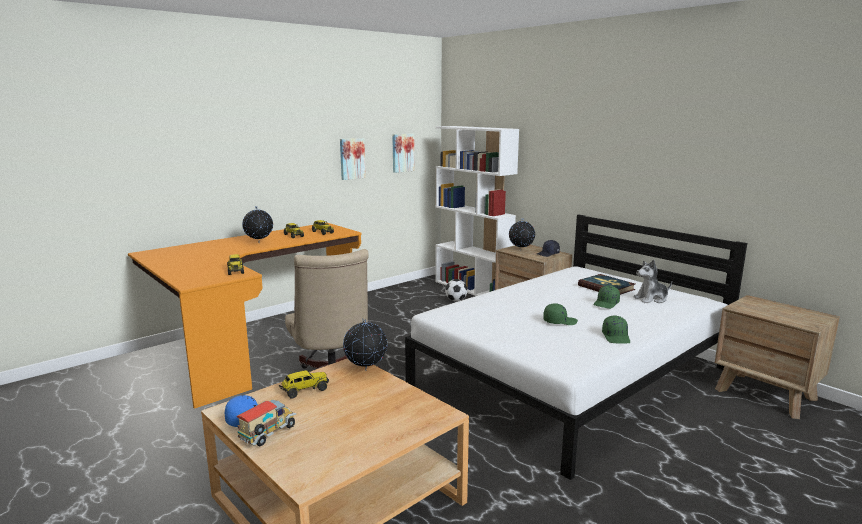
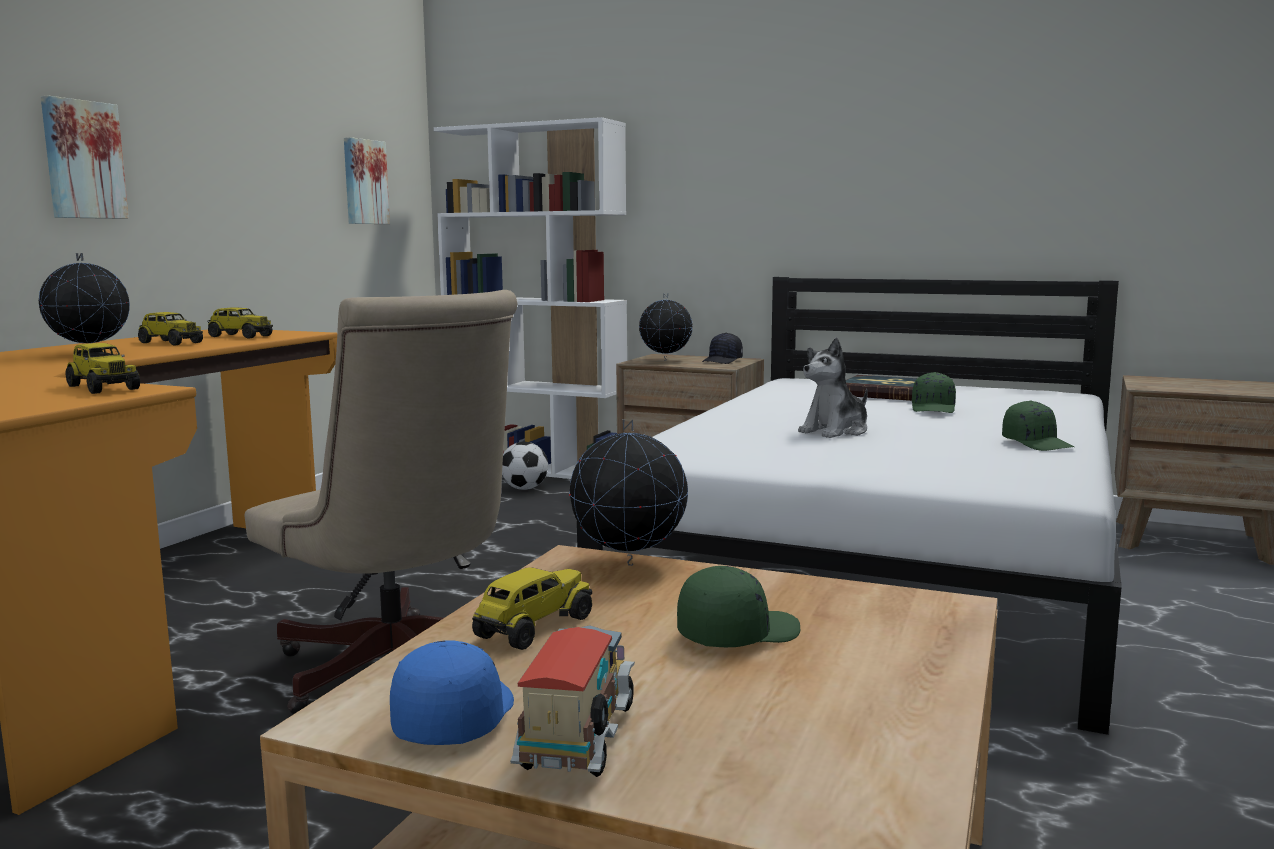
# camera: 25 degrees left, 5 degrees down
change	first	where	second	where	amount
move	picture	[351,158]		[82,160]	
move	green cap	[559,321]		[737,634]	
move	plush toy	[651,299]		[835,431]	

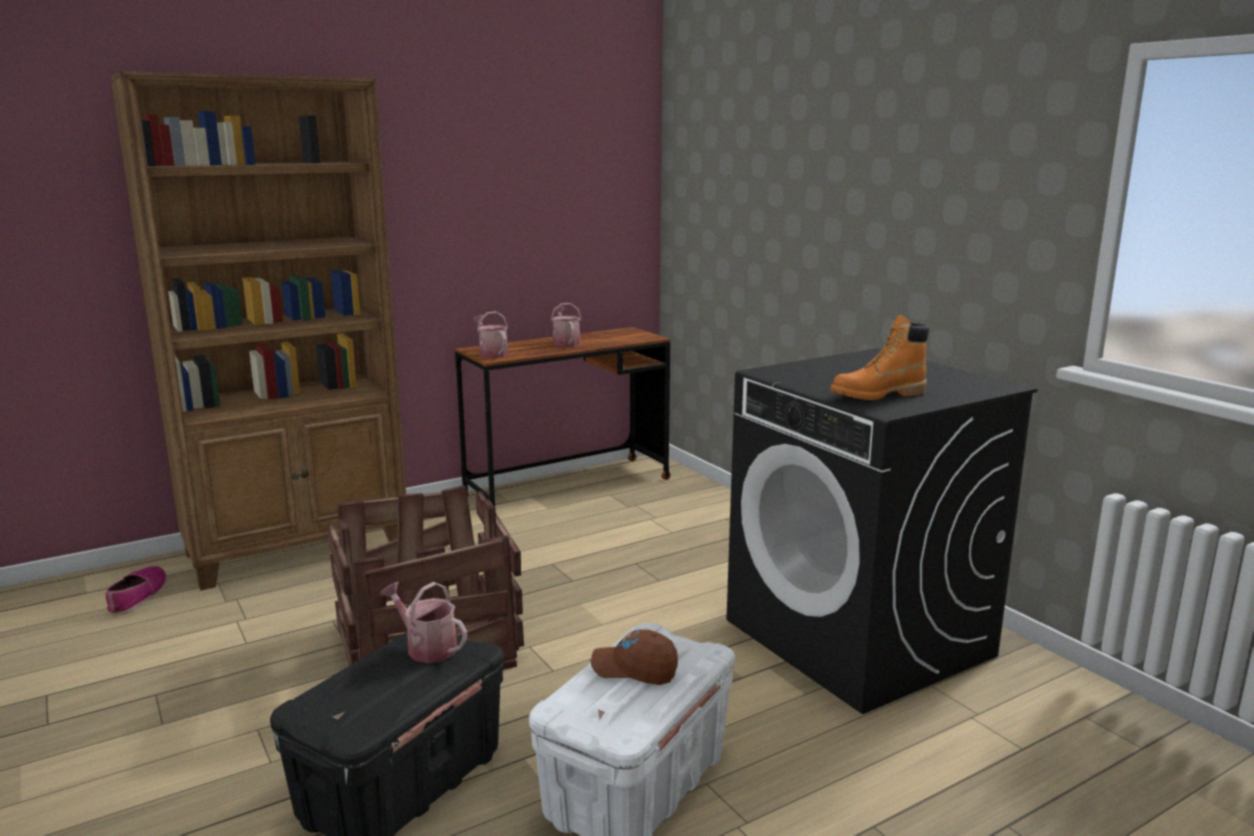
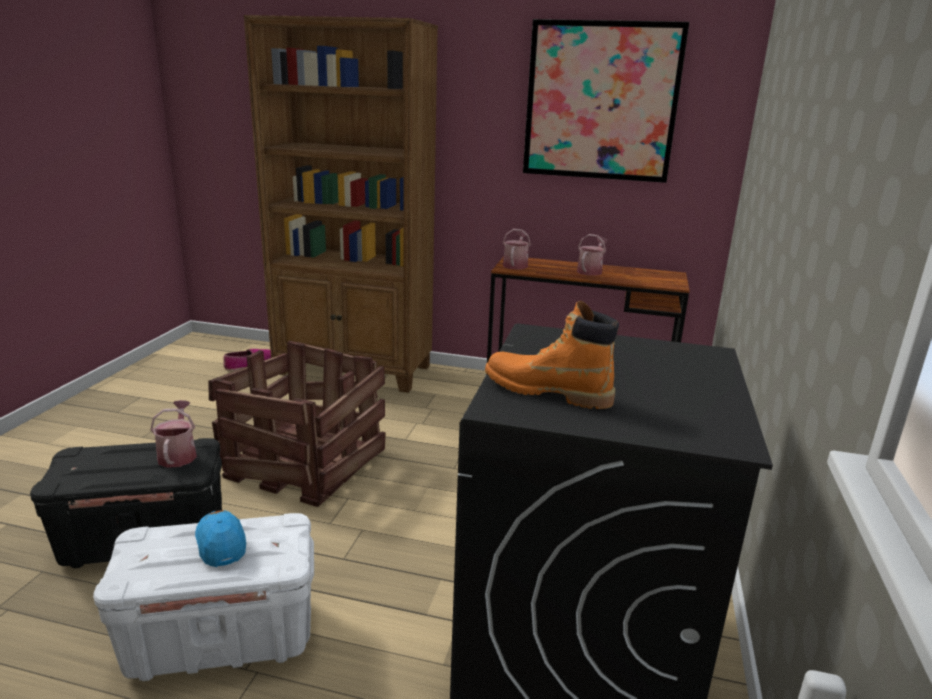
# camera: 45 degrees right, 5 degrees up
change	first	where	second	where	amount
recolor	brown cap	[634,669]	blue cap	[220,543]	
insert			picture	[601,102]	

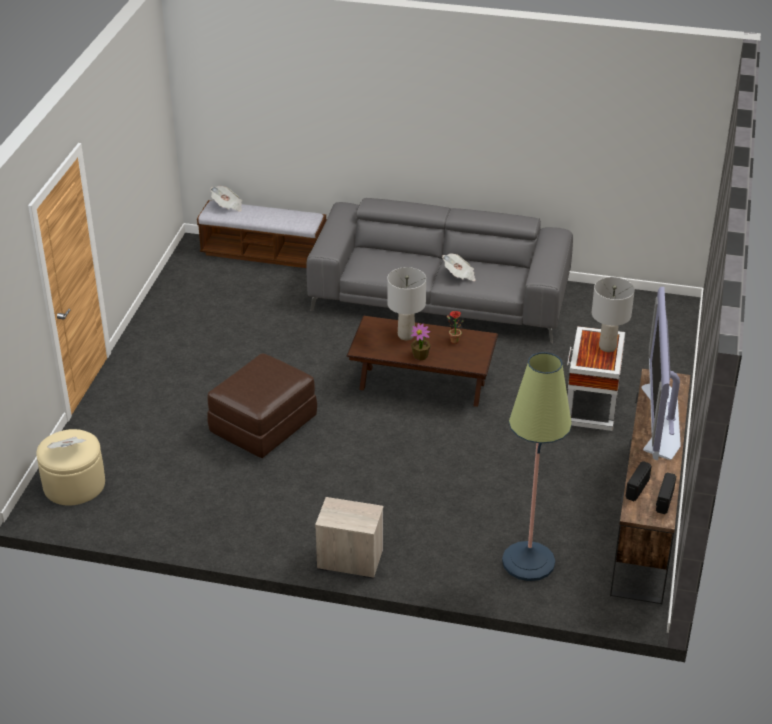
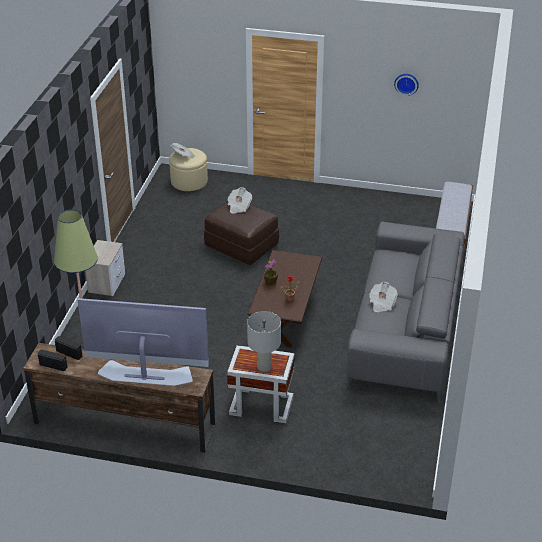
# camera: 90 degrees right, 0 degrees up
change	first	where	second	where	amount
move	newspaper	[227,206]		[239,207]	
delete	grey table lamp	[406,335]			
insert			wall clock	[406,83]	

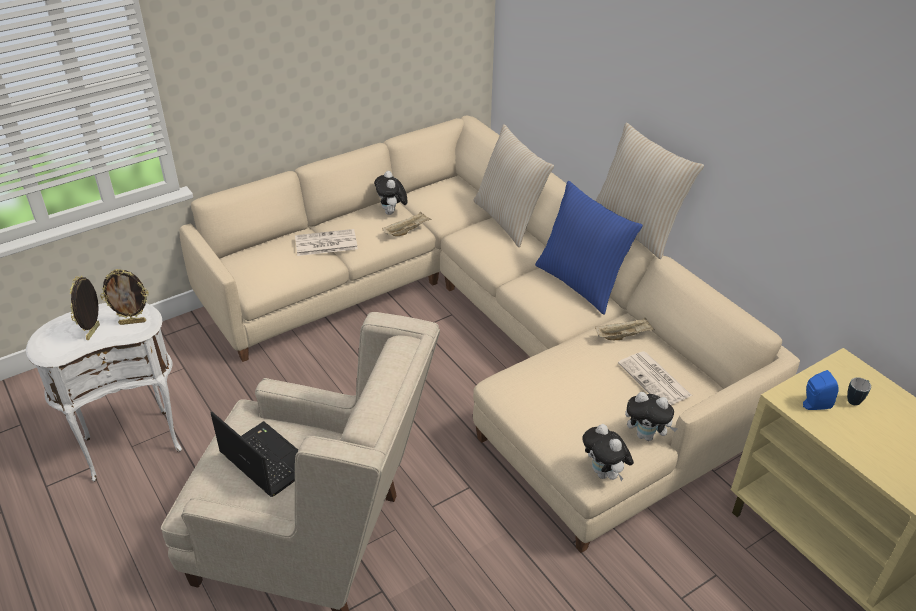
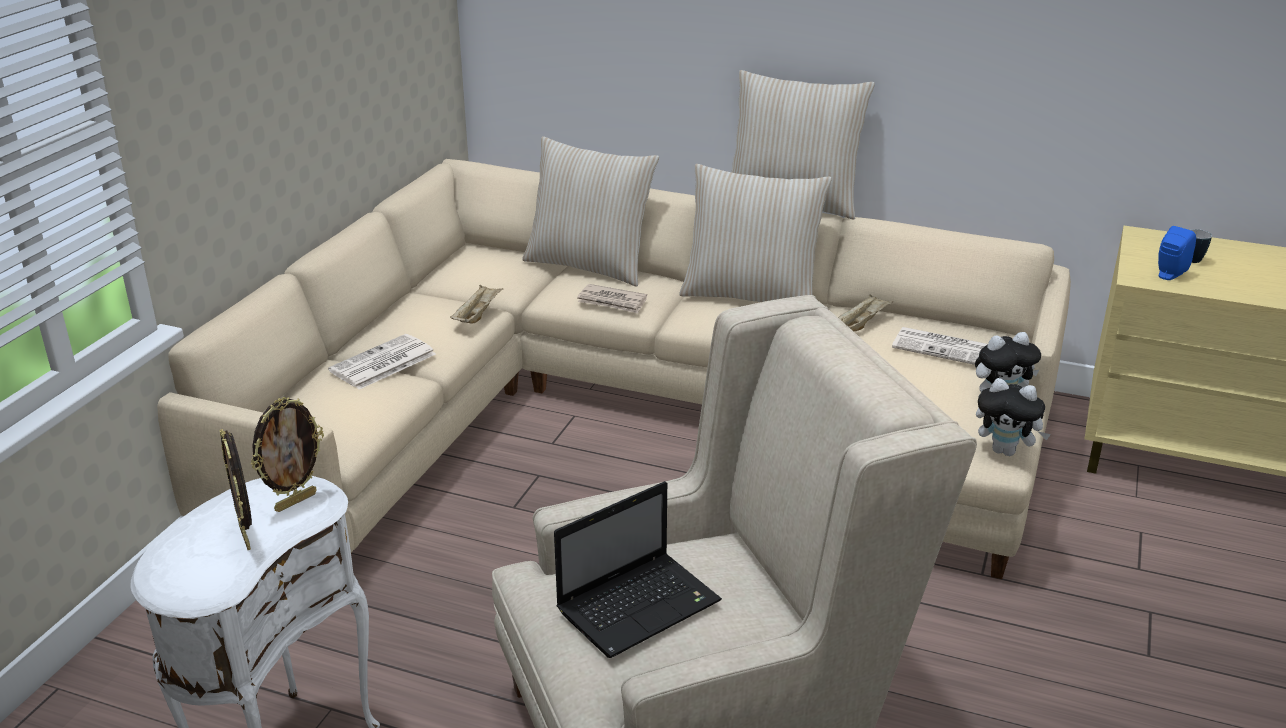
# camera: 35 degrees left, 10 degrees down
change	first	where	second	where	amount
rotate	laptop	[264,459]		[640,605]	135 degrees clockwise
delete	plush toy	[392,212]			
recolor	blue pillow	[581,283]	beige pillow	[751,295]	
insert			newspaper	[612,302]	

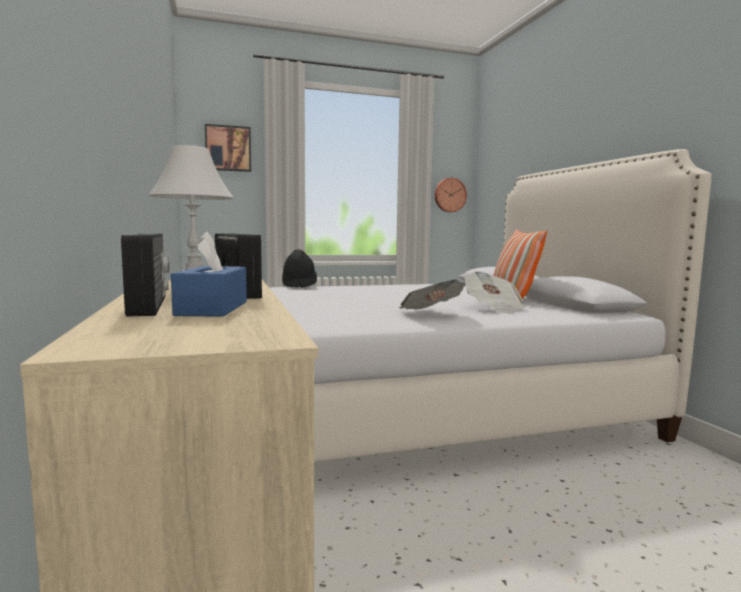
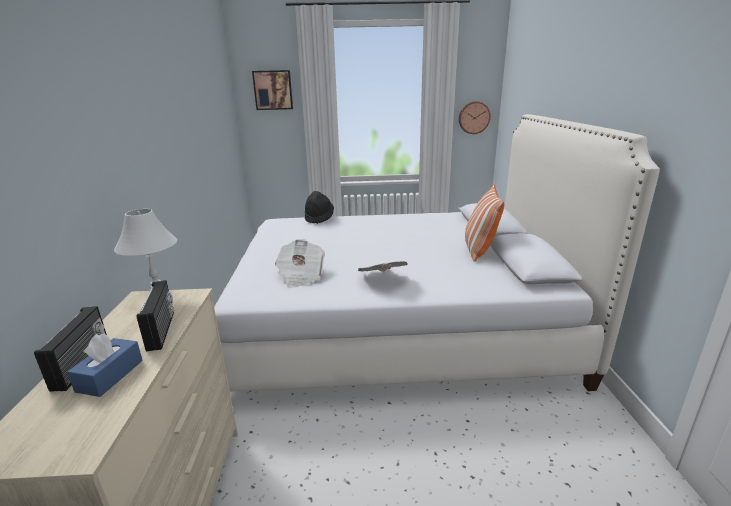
# camera: 15 degrees right, 15 degrees up
change	first	where	second	where	amount
move	newspaper	[493,308]		[300,276]	

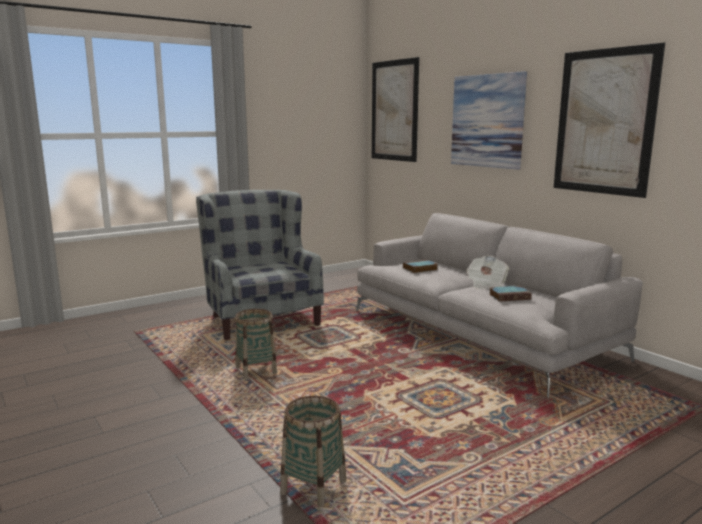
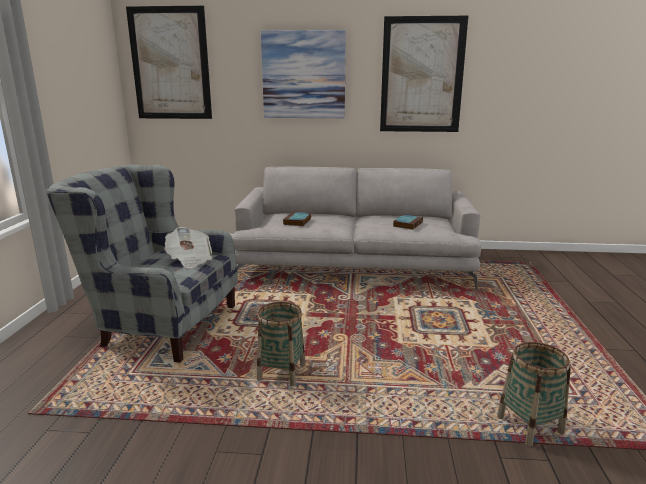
# camera: 50 degrees left, 5 degrees up
change	first	where	second	where	amount
move	newspaper	[486,284]		[189,259]	

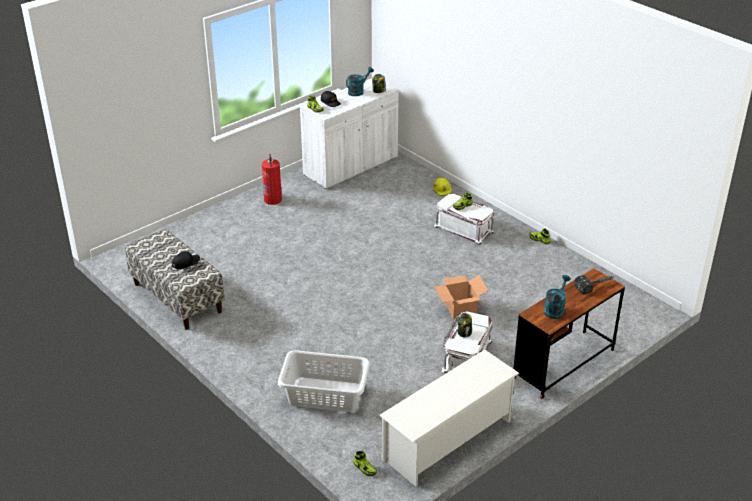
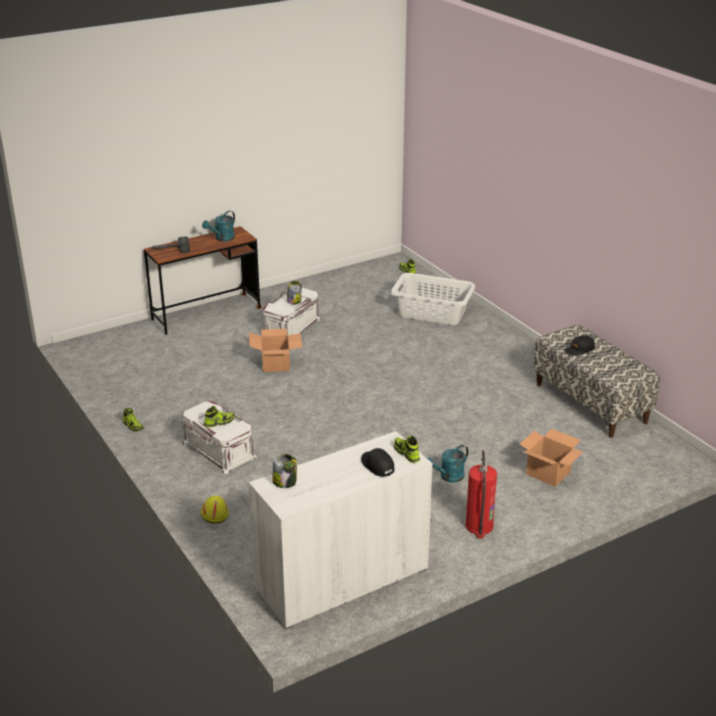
# camera: 170 degrees left, 5 degrees down
change	first	where	second	where	amount
move	turquoise watering can	[358,91]		[448,477]	
delete	white shoe rack	[448,440]			
insert			cardboard box	[547,473]	

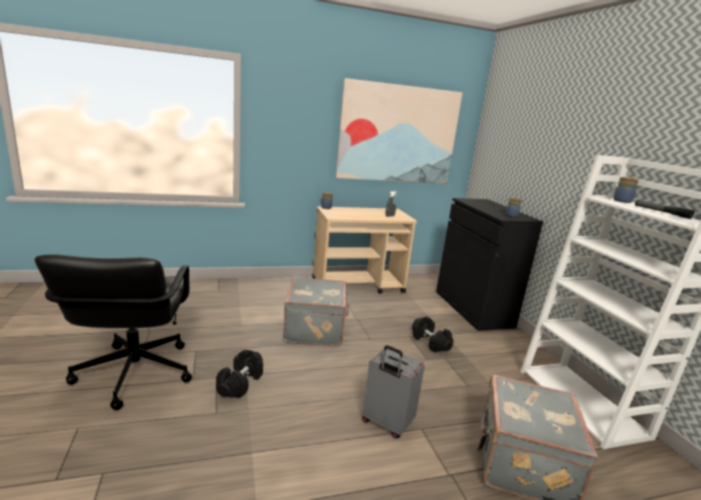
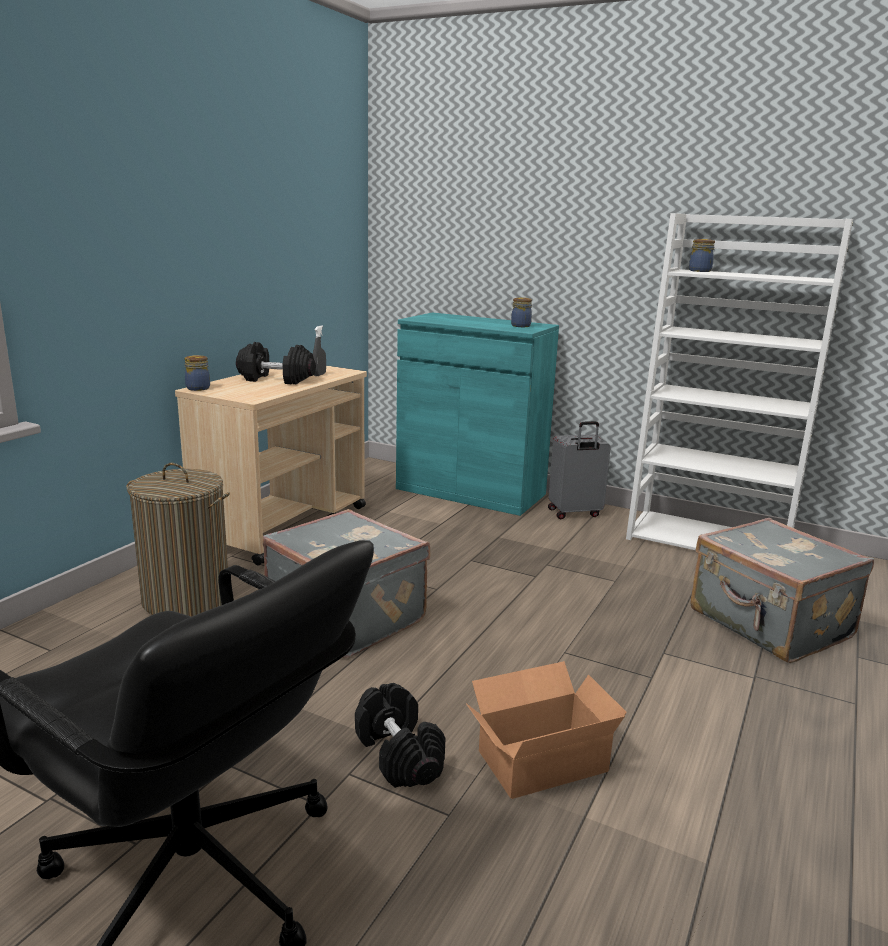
# camera: 45 degrees left, 0 degrees up
change	first	where	second	where	amount
delete	picture	[398,134]			
move	grey suitcase	[386,423]		[574,513]	
move	black dumbbell	[430,342]		[276,379]	
recolor	black cabinet	[473,308]	turquoise cabinet	[470,491]	
delete	flashlight	[661,212]			
insert			laundry basket	[186,598]	
insert			cardboard box	[537,759]	

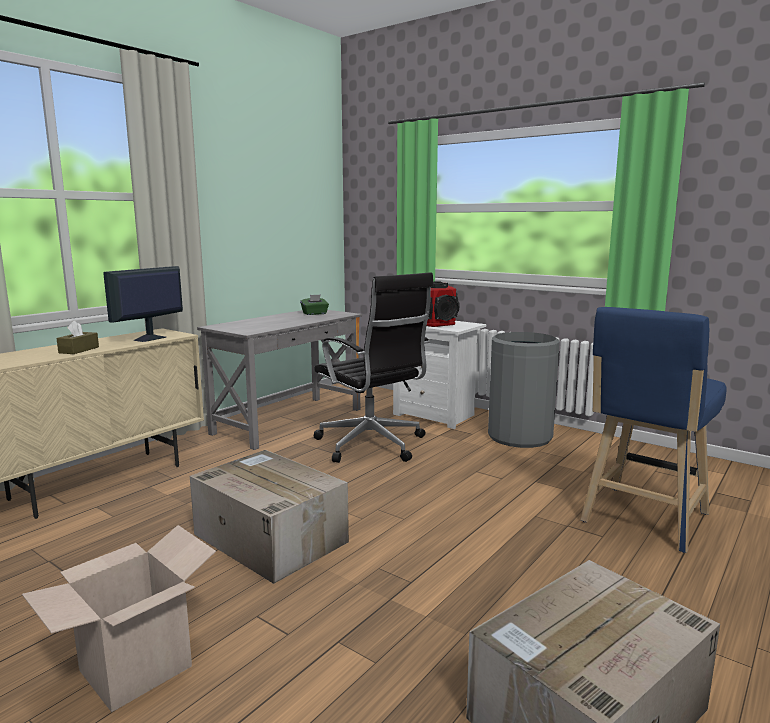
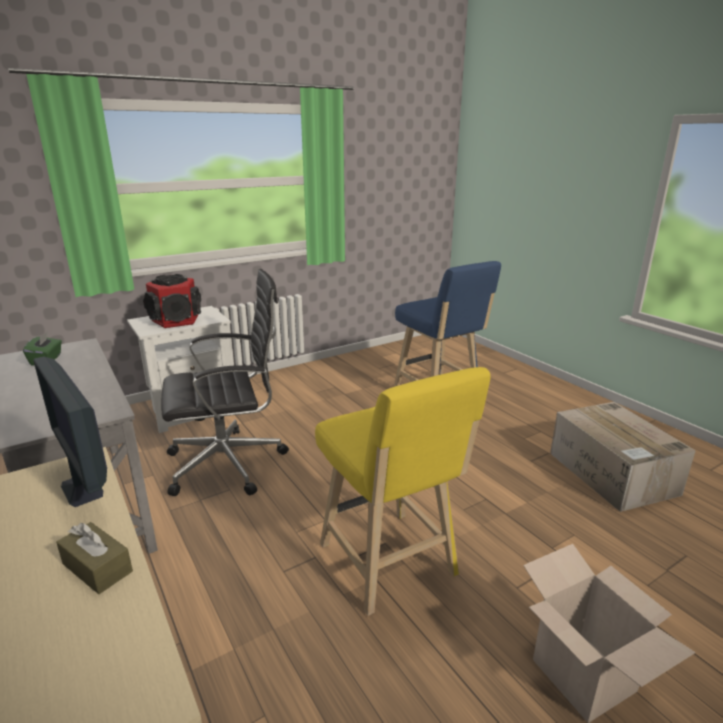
# camera: 70 degrees left, 10 degrees up
change	first	where	second	where	amount
replace	cardboard box	[268,537]	yellow stool	[391,565]	
delete	grey trash can	[519,436]			

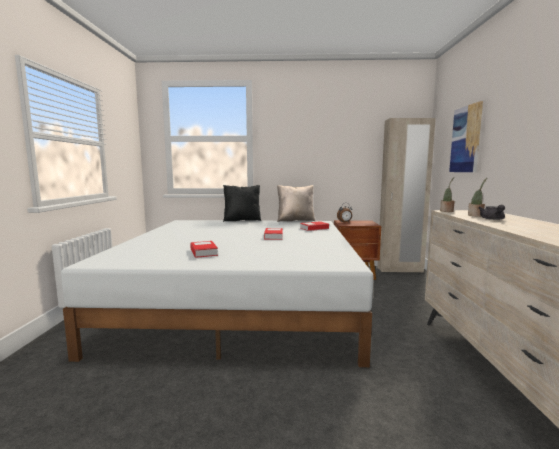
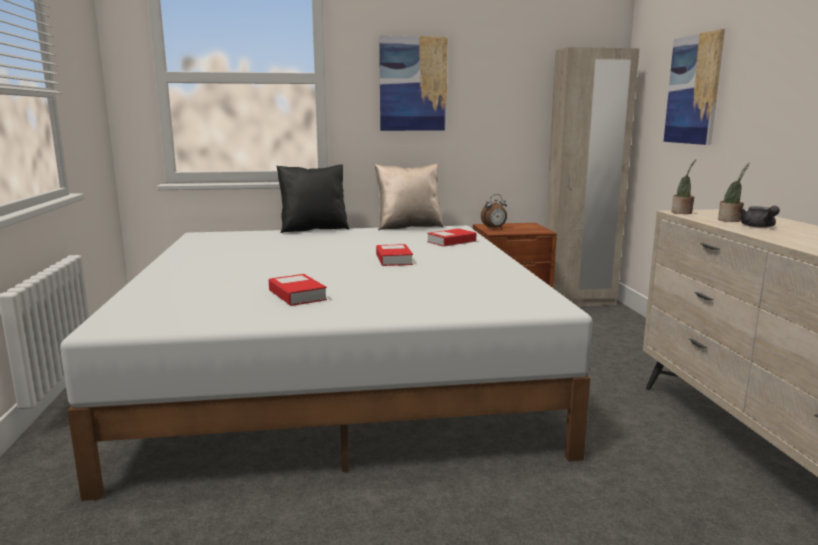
# camera: 10 degrees left, 5 degrees up
change	first	where	second	where	amount
insert			picture	[413,84]	

